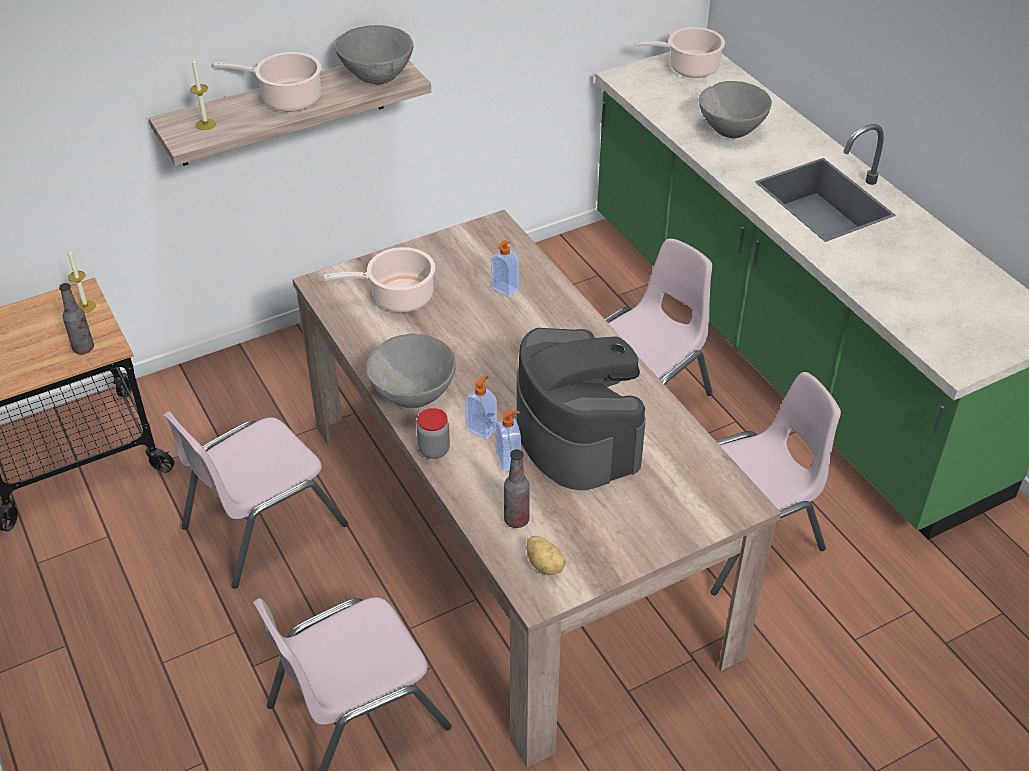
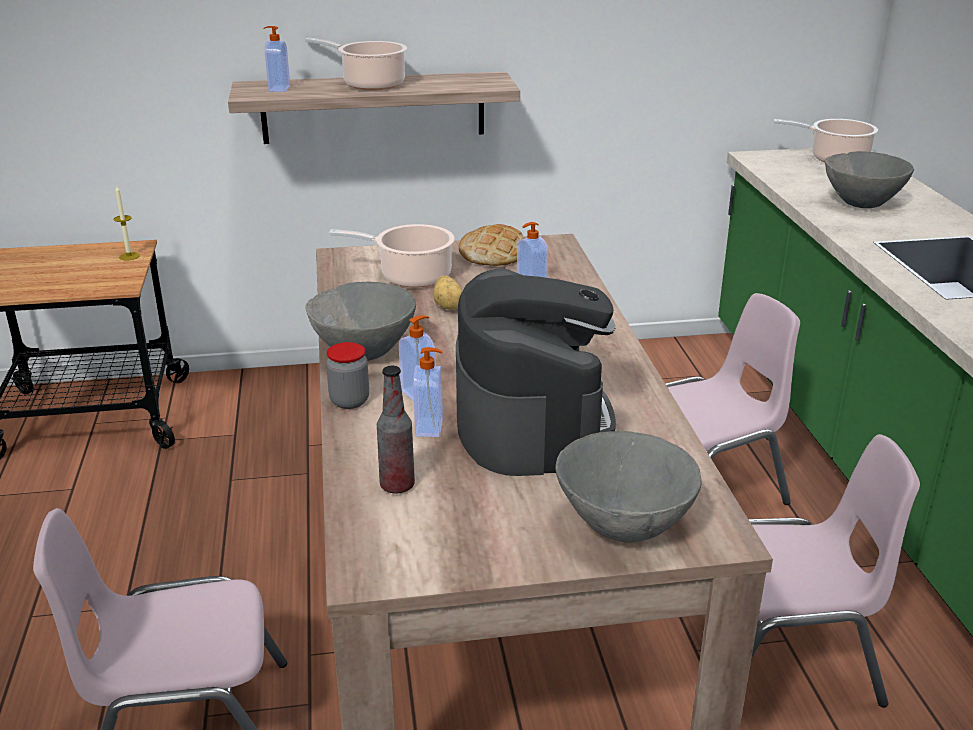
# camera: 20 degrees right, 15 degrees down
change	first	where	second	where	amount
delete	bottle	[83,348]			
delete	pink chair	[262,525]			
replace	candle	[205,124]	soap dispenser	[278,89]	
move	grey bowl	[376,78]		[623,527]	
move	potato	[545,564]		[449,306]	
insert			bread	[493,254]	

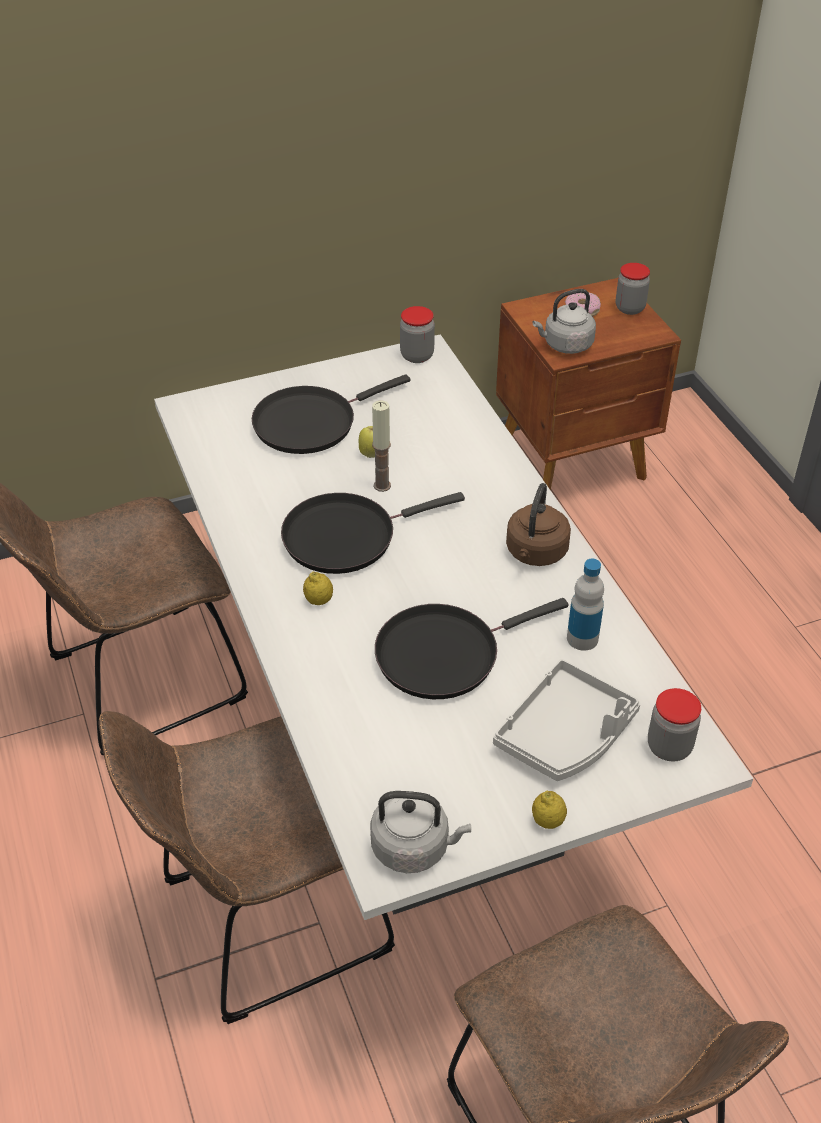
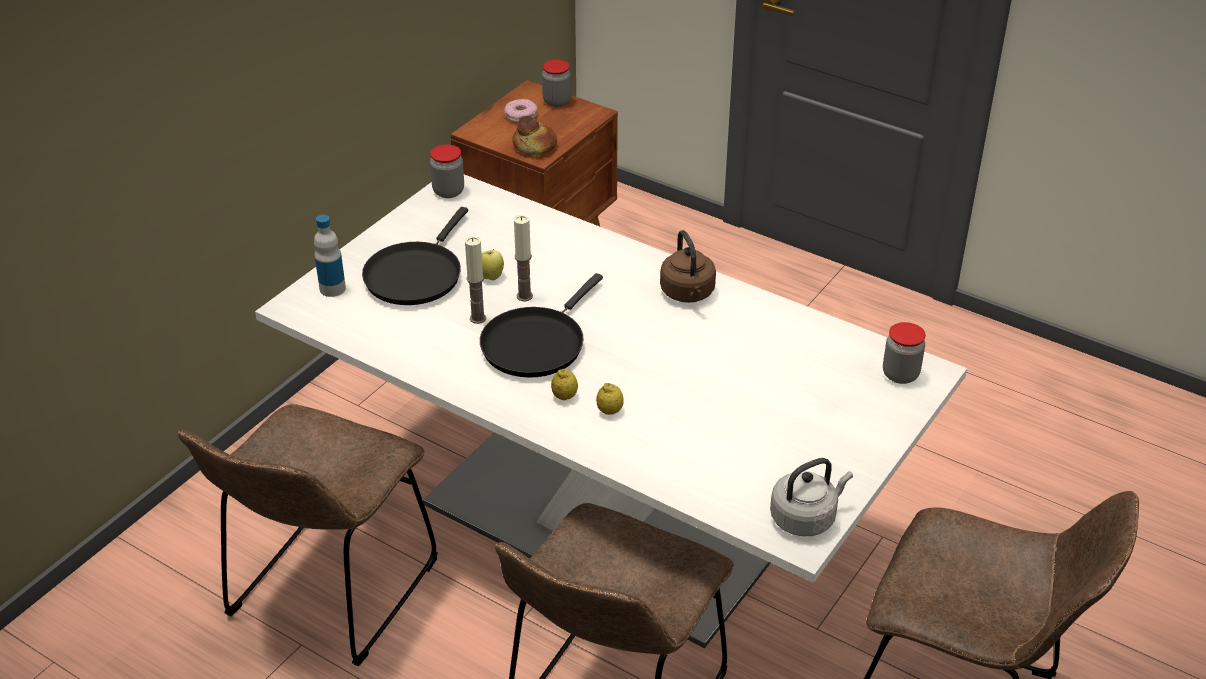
# camera: 35 degrees left, 5 degrees down
change	first	where	second	where	amount
delete	black frying pan	[444,653]			
delete	grey tray	[566,734]			
move	lemon	[548,821]		[609,411]	
replace	grey kettle	[565,345]	bread	[534,147]	
move	bottle	[582,638]		[332,288]	
insert			candle	[478,318]	

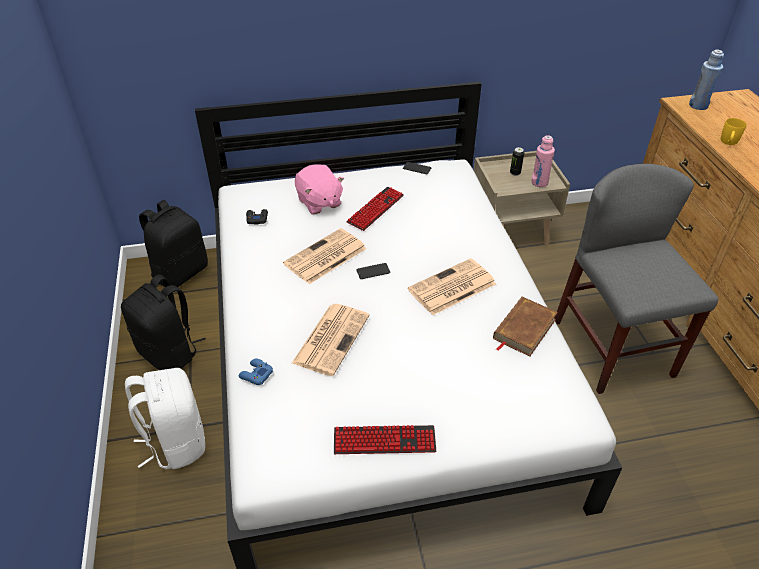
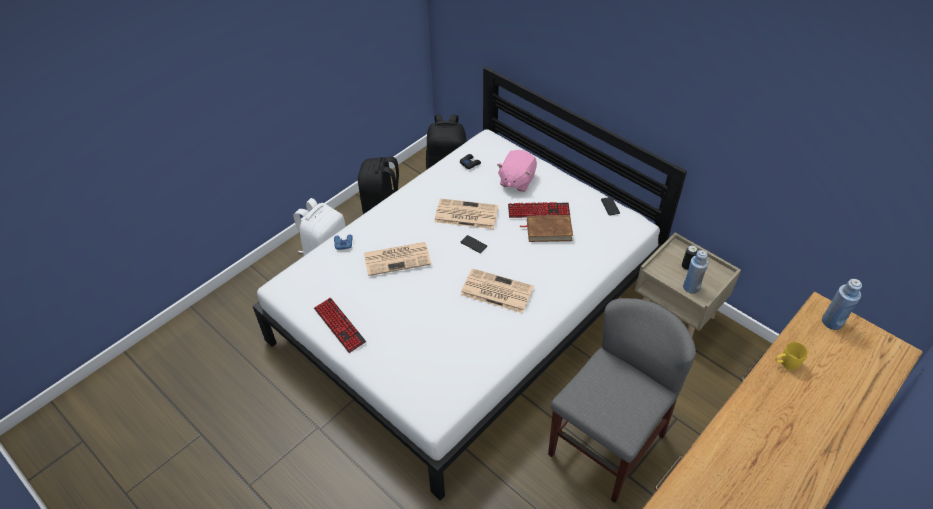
# camera: 55 degrees right, 5 degrees up
change	first	where	second	where	amount
move	brown book	[523,329]		[548,230]	
recolor	pink bottle	[539,182]	blue bottle	[691,287]	

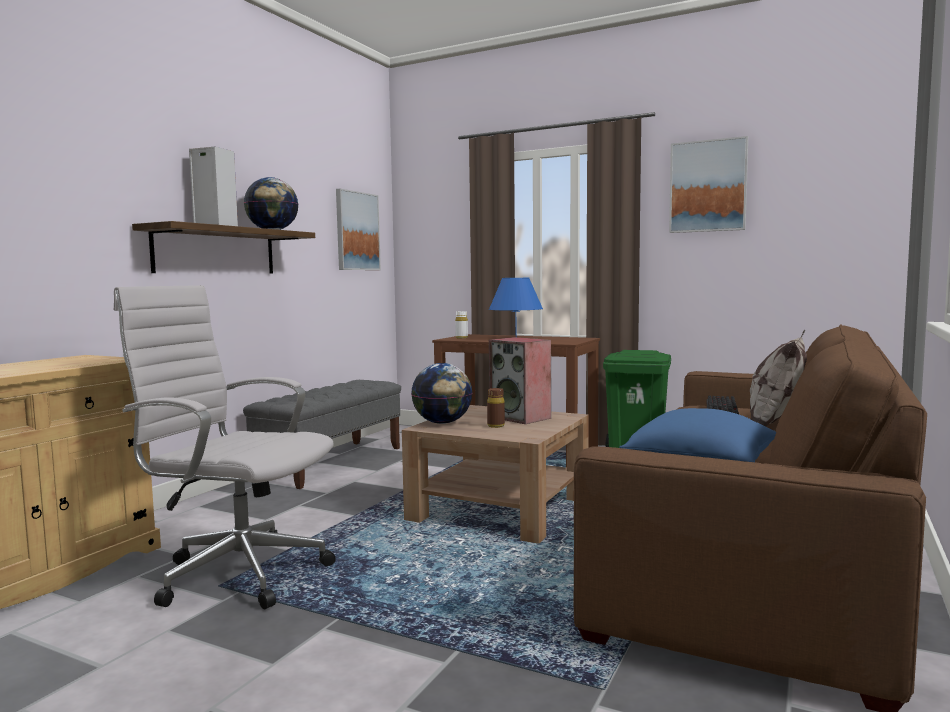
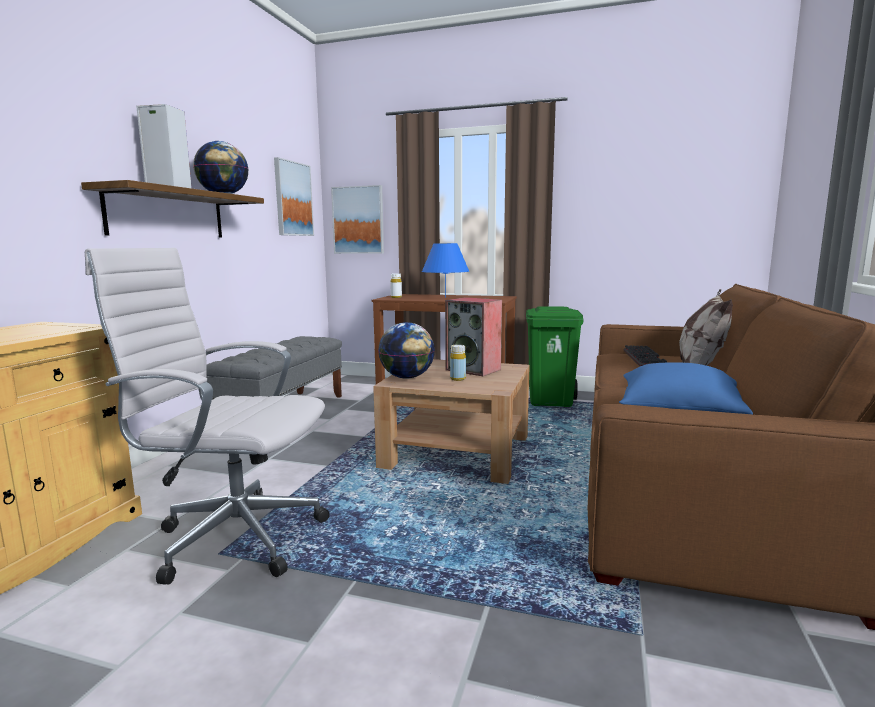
# camera: 10 degrees left, 5 degrees up
change	first	where	second	where	amount
recolor	brown bottle	[496,426]	yellow bottle	[458,379]	
move	picture	[708,186]		[358,220]	

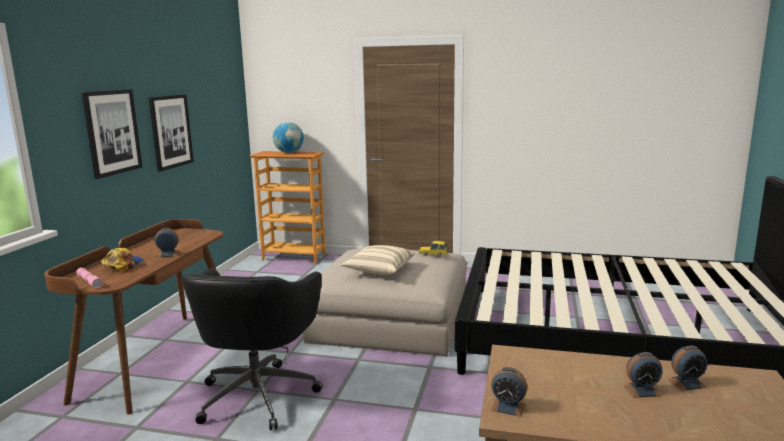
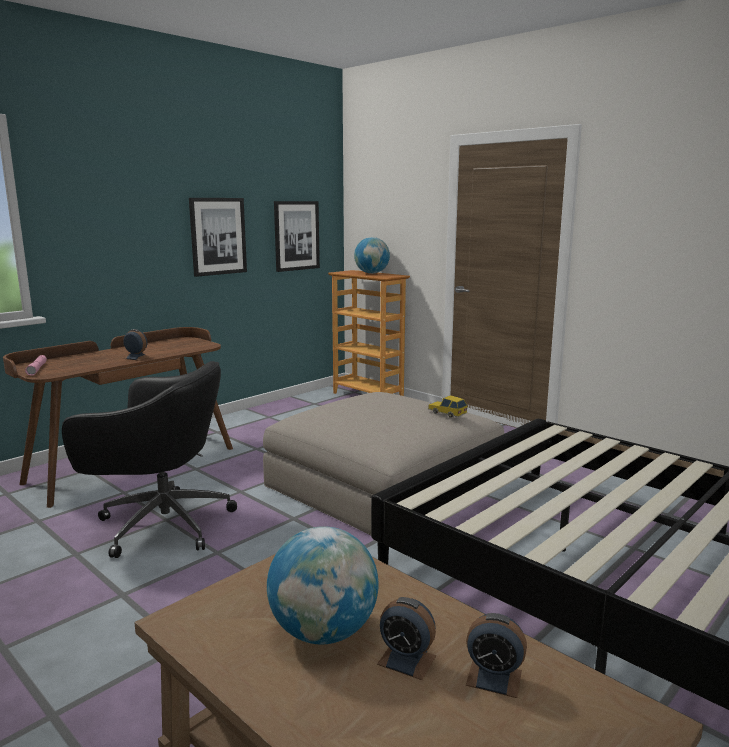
# camera: 30 degrees right, 0 degrees up
change	first	where	second	where	amount
move	picture	[112,132]		[296,235]	
delete	cap	[122,265]			
rotate	black office chair	[259,394]		[161,524]	120 degrees counterclockwise
delete	beige pillow	[379,270]			
delete	alarm clock	[508,407]			
insert			globe	[324,632]	

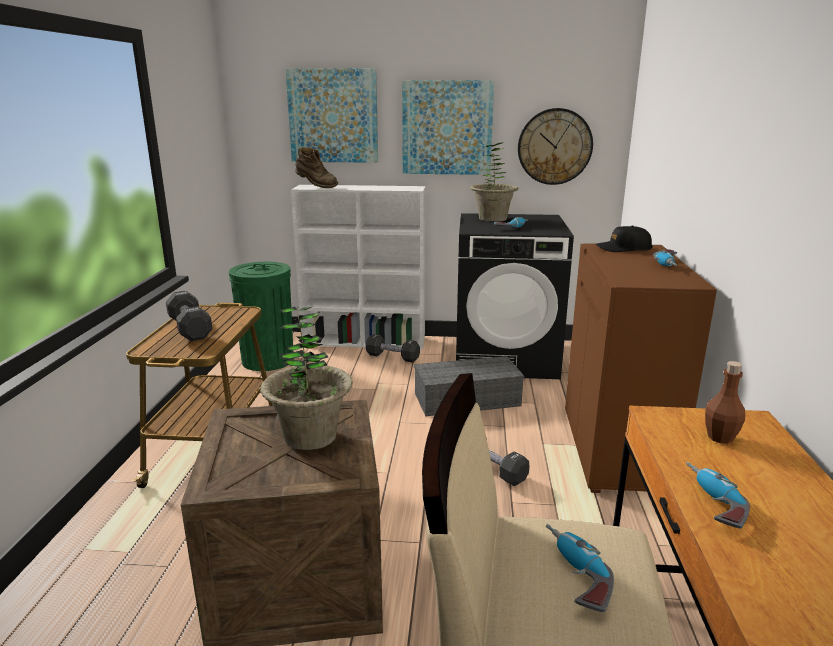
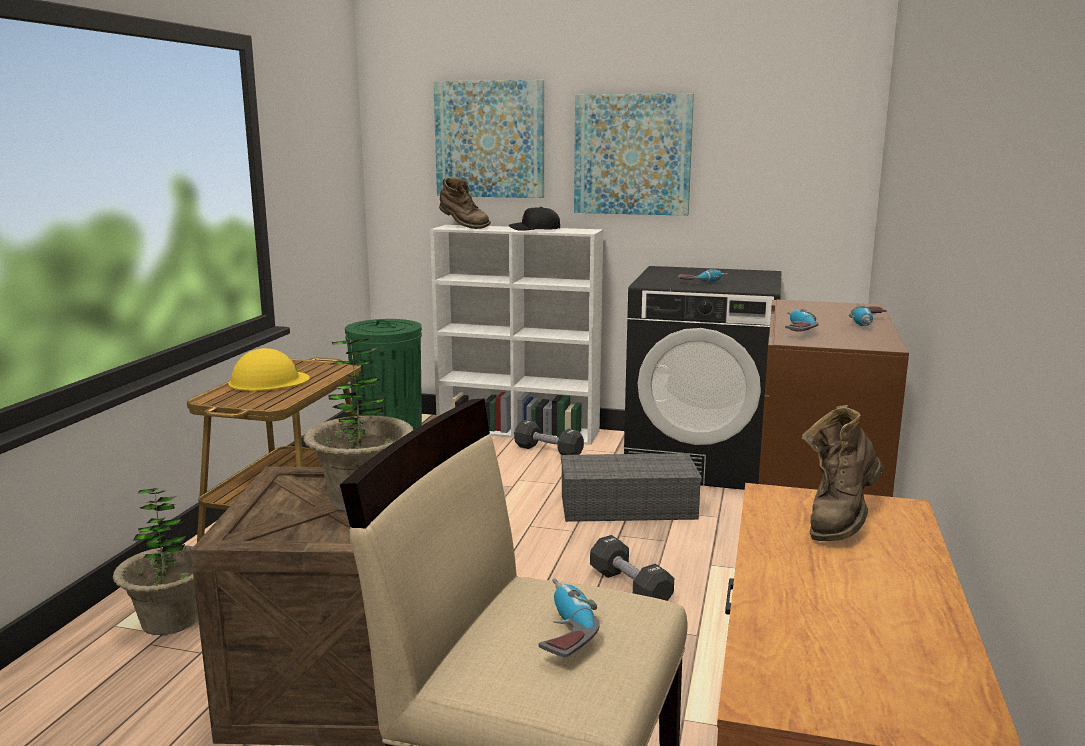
# camera: 10 degrees right, 5 degrees down
change	first	where	second	where	amount
replace	black dumbbell	[190,328]	yellow hard hat	[268,381]	
move	potted plant	[492,219]		[170,620]	
delete	wall clock	[554,146]			
move	black cap	[623,248]		[535,229]	
move	power drill	[711,503]		[795,330]	
replace	brown bottle	[720,437]	brown boot	[839,521]	

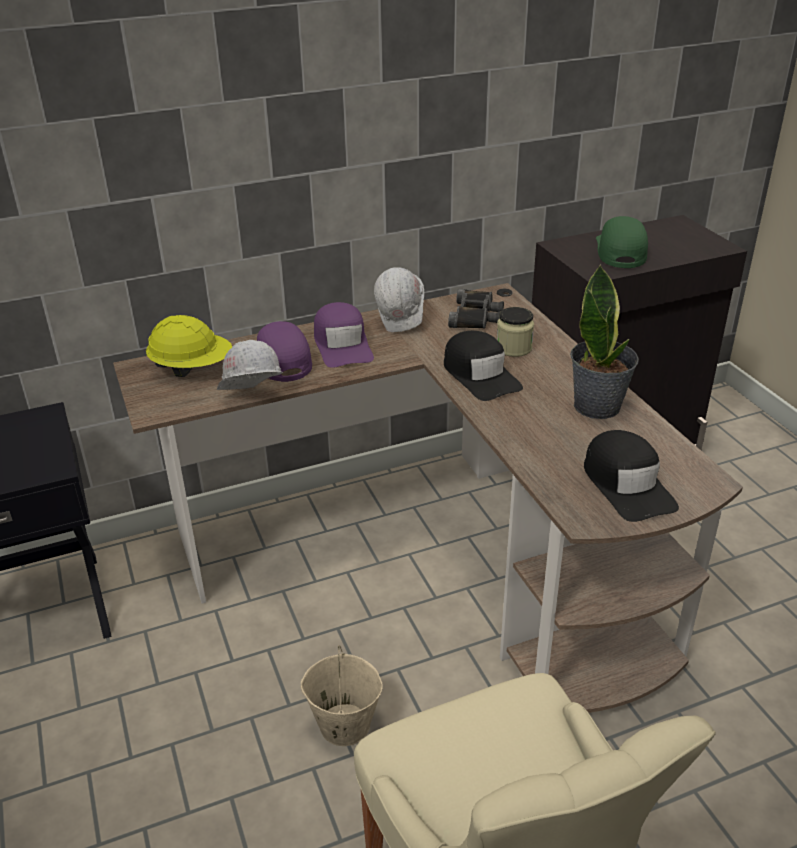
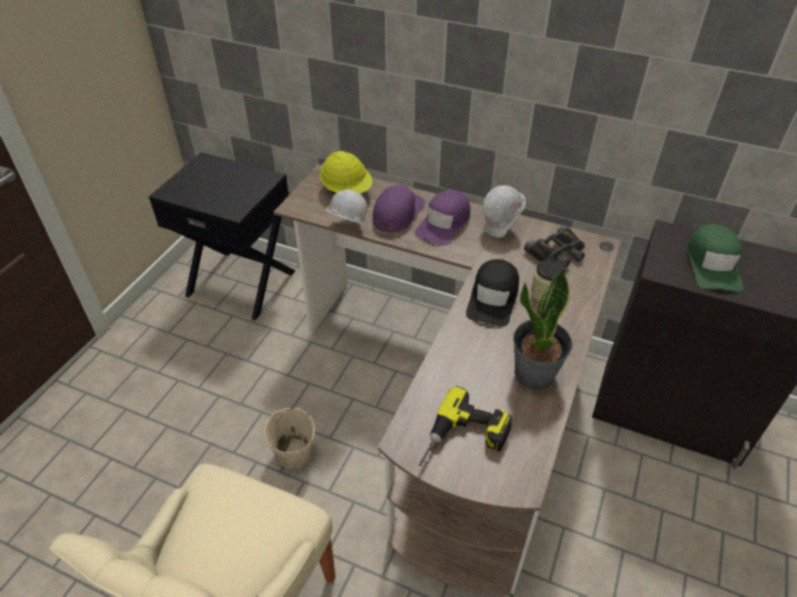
# camera: 45 degrees right, 10 degrees up
change	first	where	second	where	amount
replace	black cap	[627,485]	power drill	[464,441]	
rotate	green cap	[620,251]		[712,264]	135 degrees clockwise

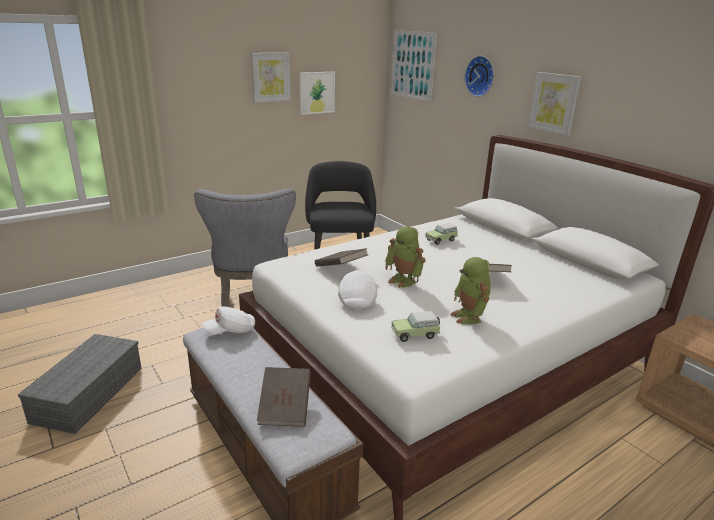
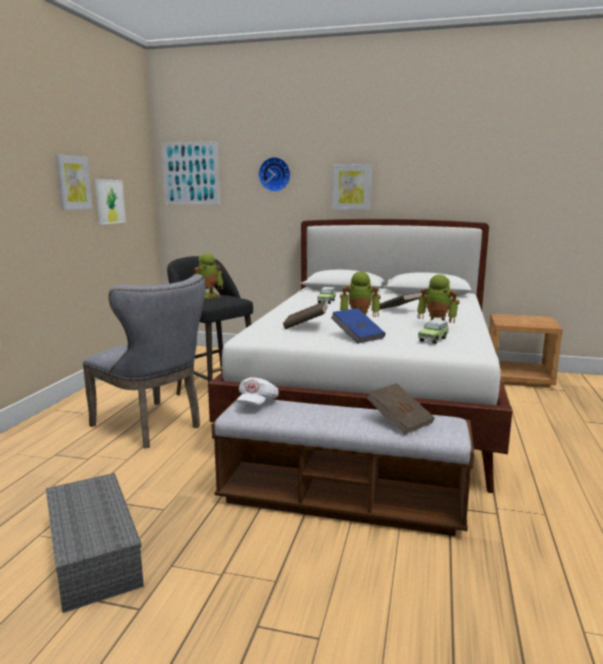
# camera: 40 degrees left, 10 degrees down
change	first	where	second	where	amount
replace	white cap	[357,300]	blue book	[357,337]	
insert			toy robot	[208,296]	

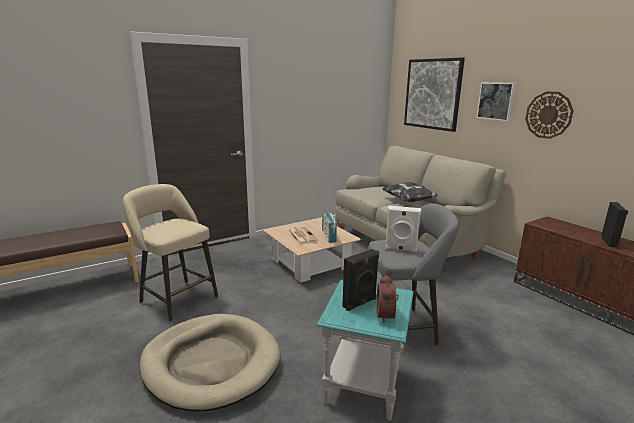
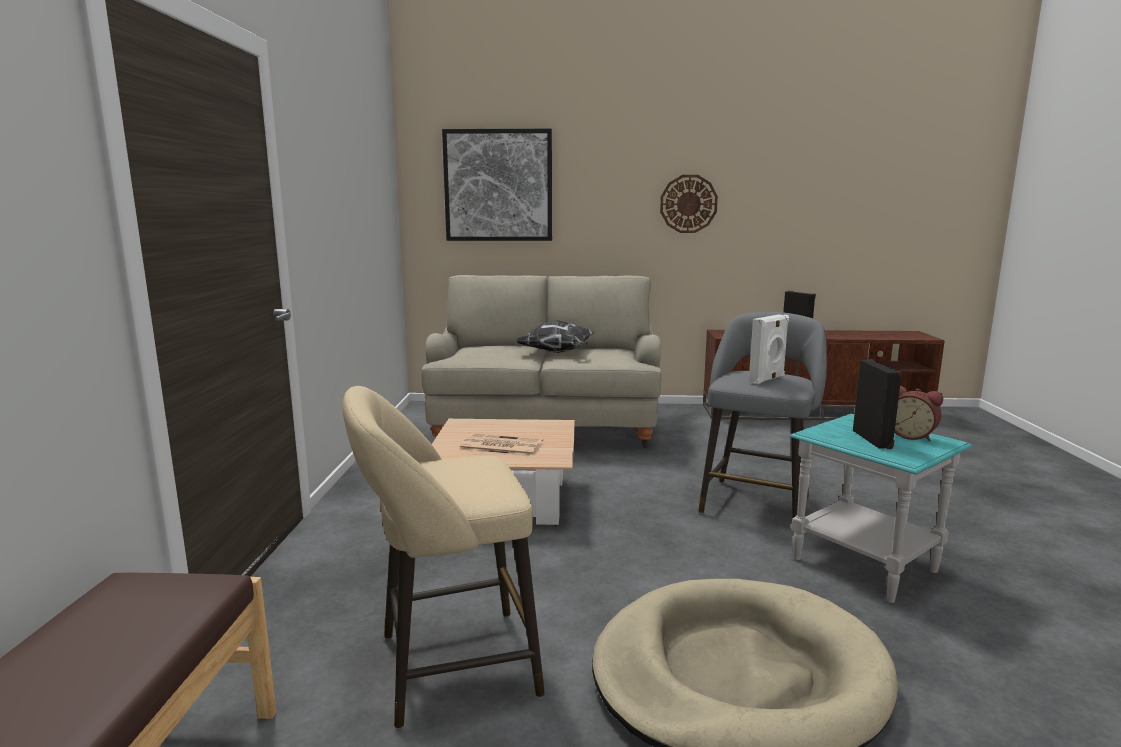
# camera: 55 degrees left, 5 degrees down
change	first	where	second	where	amount
delete	radio	[329,237]			
delete	picture	[496,101]			

